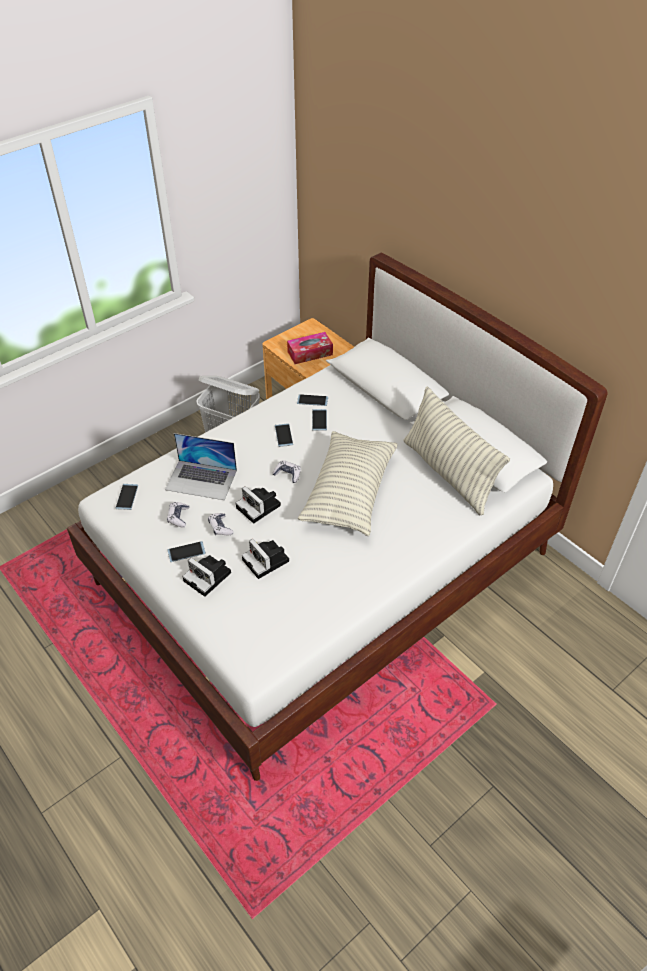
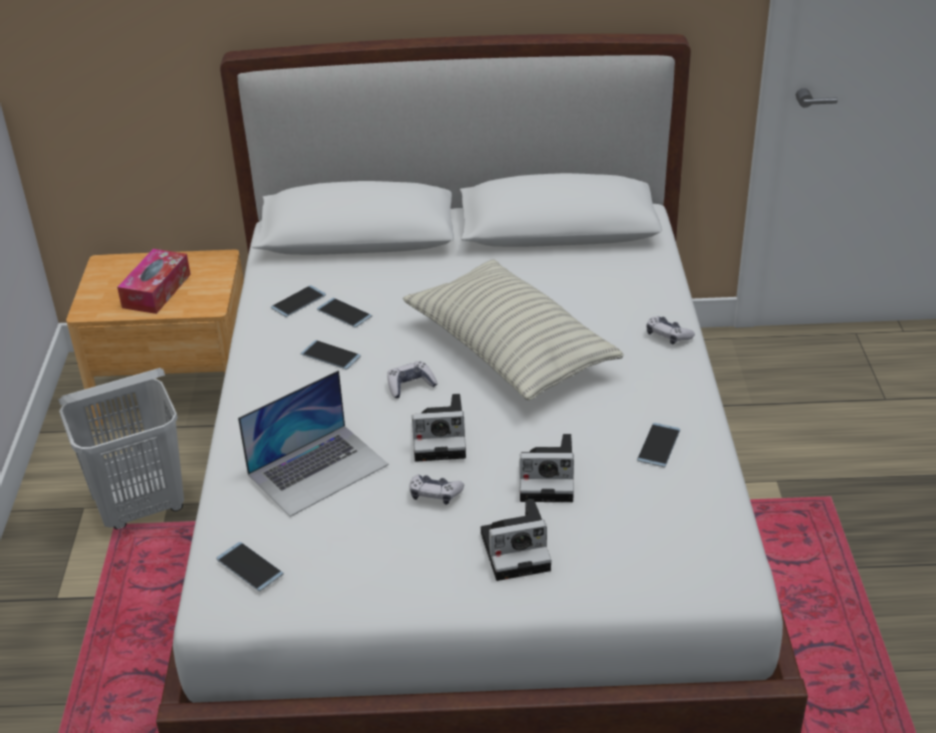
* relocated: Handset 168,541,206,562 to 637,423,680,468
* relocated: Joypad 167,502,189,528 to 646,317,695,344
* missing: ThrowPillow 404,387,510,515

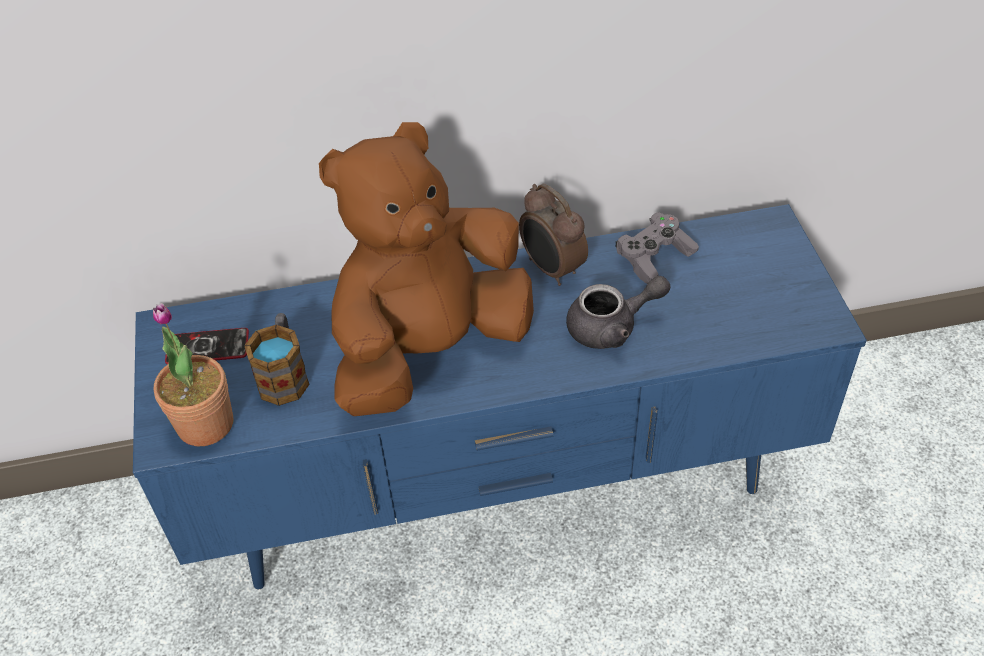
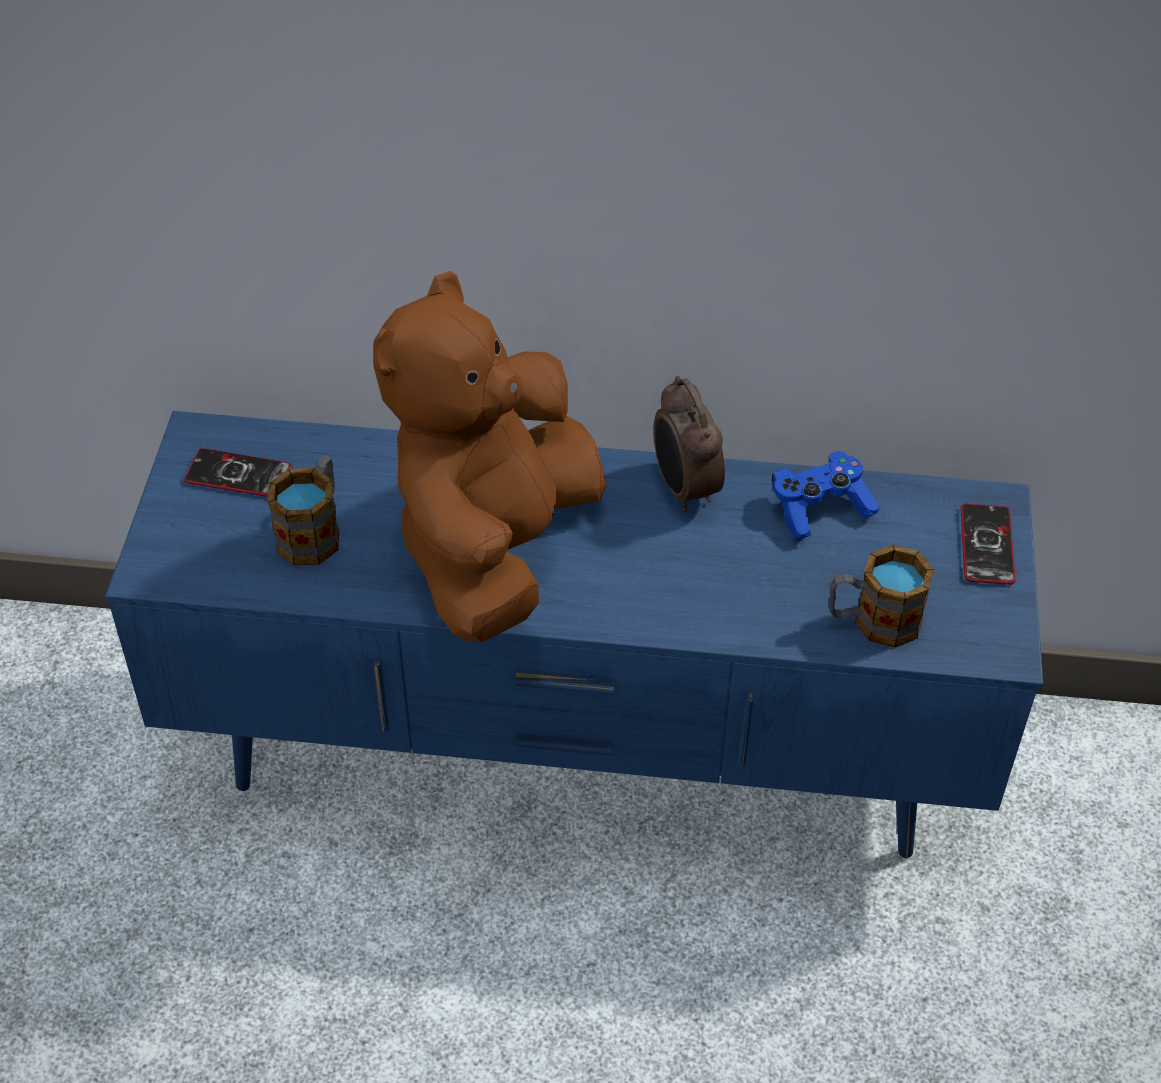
* spun: BrownSoftToy 319,122,534,416 = 373,271,607,642 45 degrees counterclockwise
* colour: GreyJoypad 616,212,699,284 to BlueColouredJoypad 772,451,879,541
* appeared: Mug 829,545,934,648
* appeared: Handset 961,504,1015,585
* missing: Houseplant 153,303,234,446
* missing: GreyPotForTea 566,276,670,349

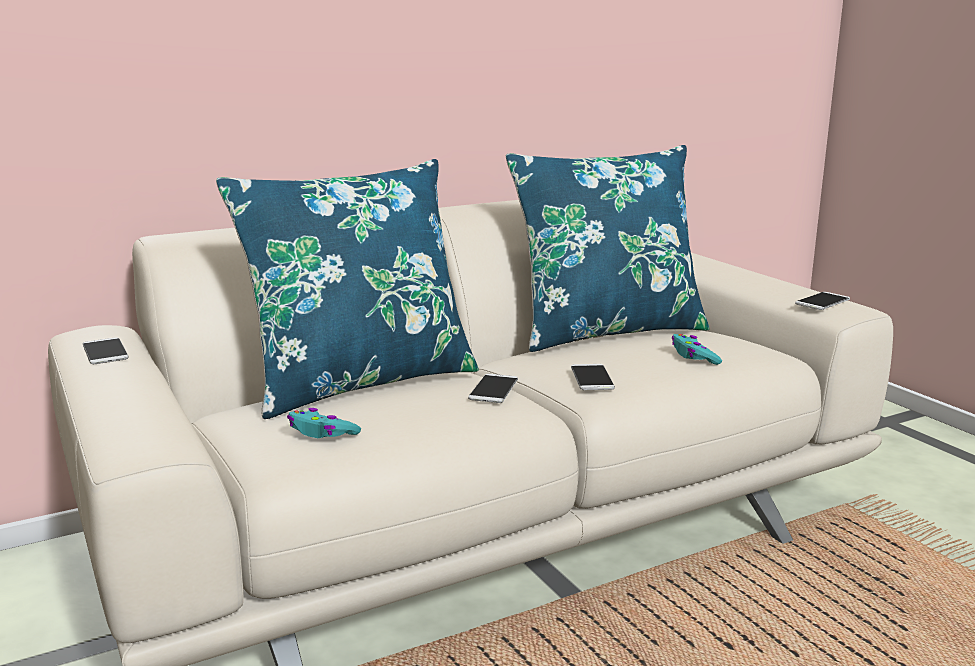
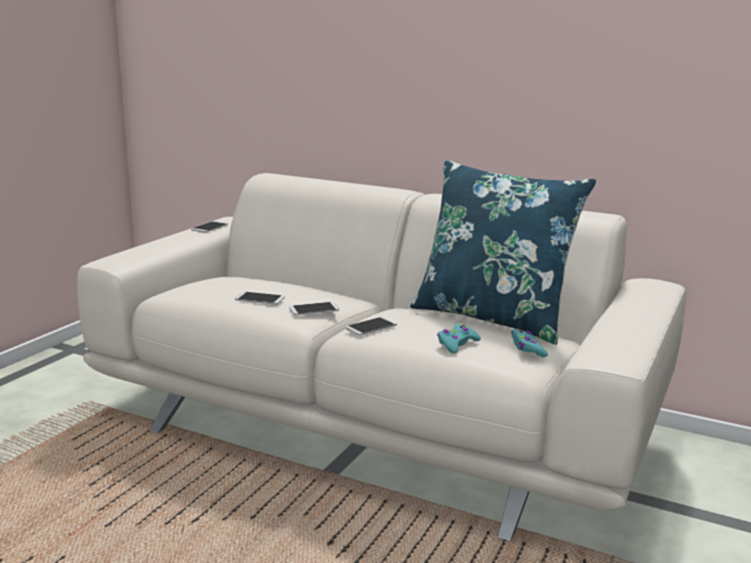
* relocated: Handset 795,292,850,310 to 235,292,285,305
* relocated: TurquoiseJoypad 287,408,361,438 to 511,328,548,357
* missing: BlueColouredThrowPillow 216,159,479,419

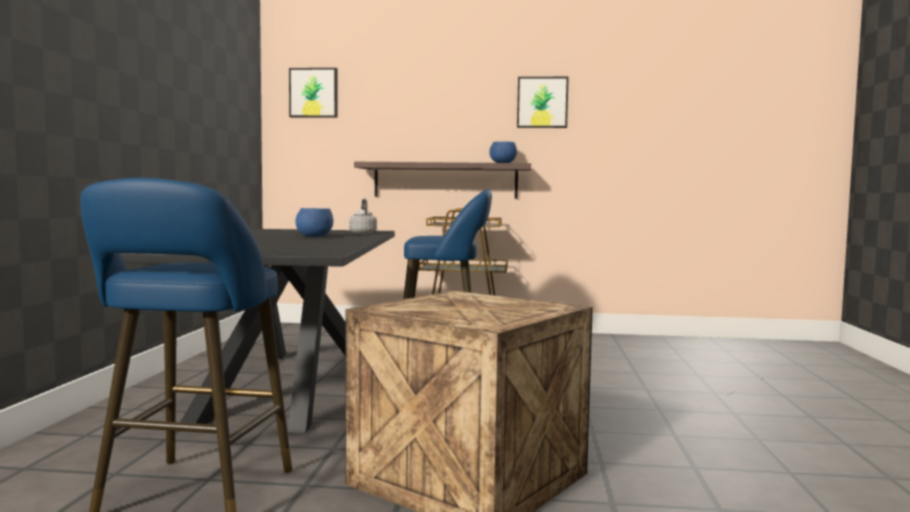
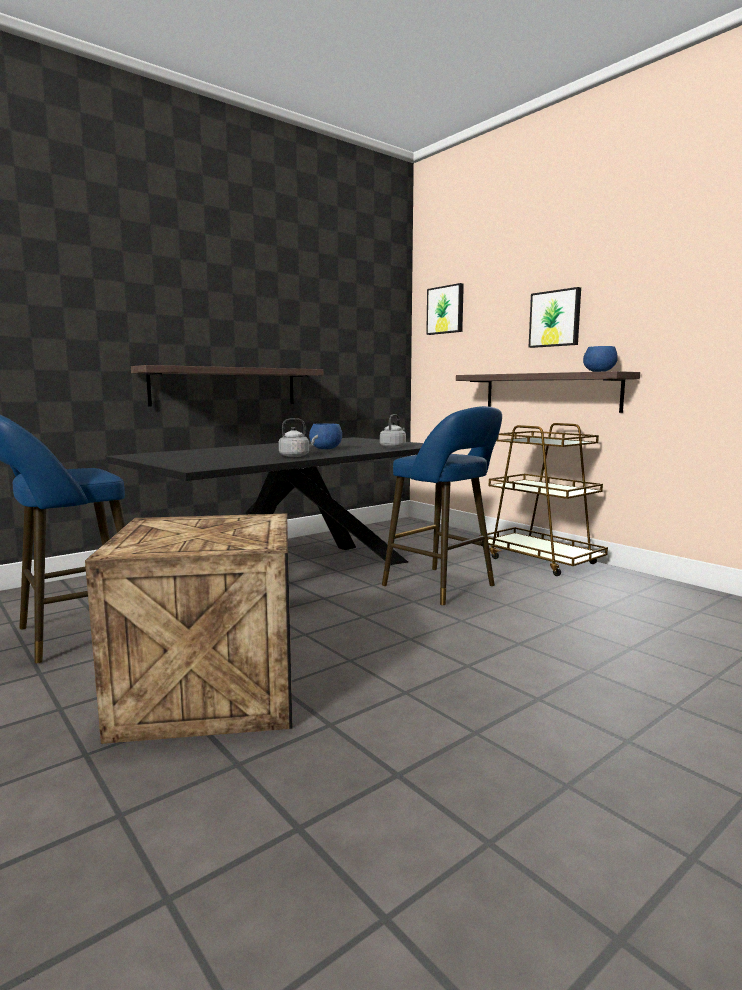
* appeared: WallShelf 131,365,323,406
* appeared: GreyKettle 279,418,318,457
* relocated: WallArt 517,77,569,128 to 529,287,581,348

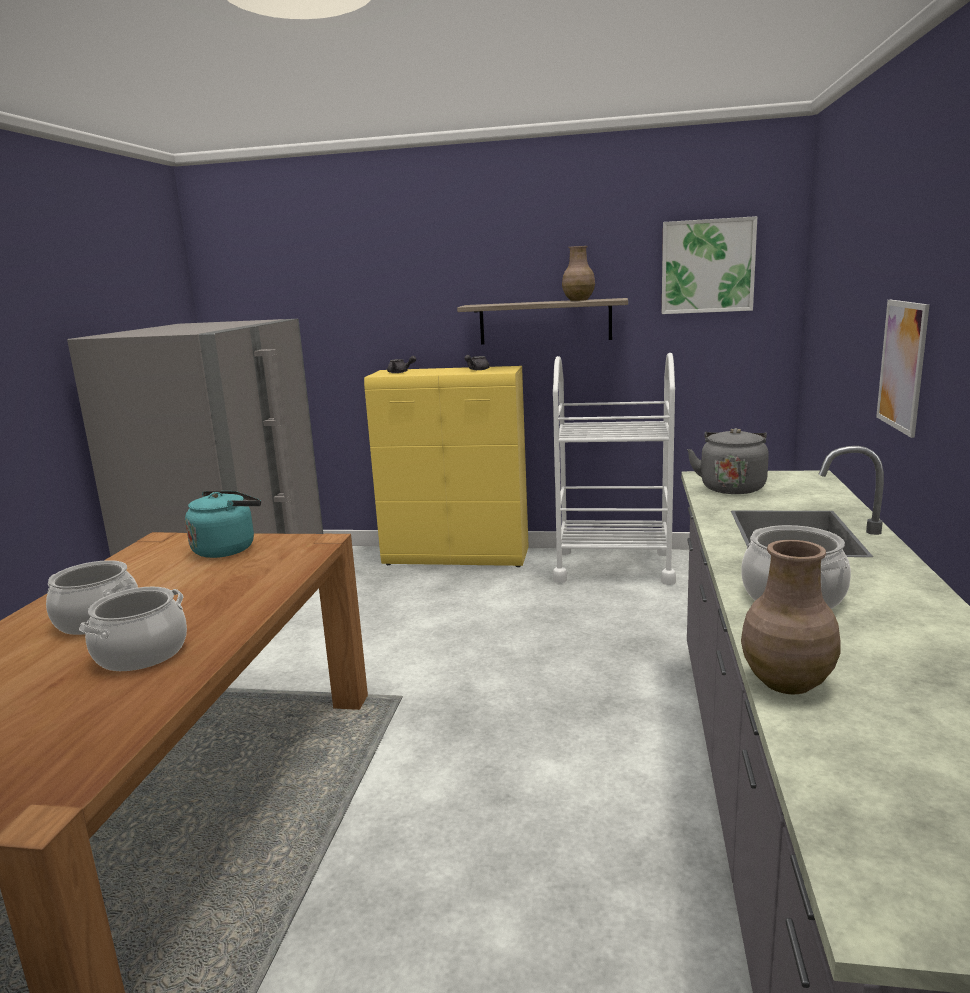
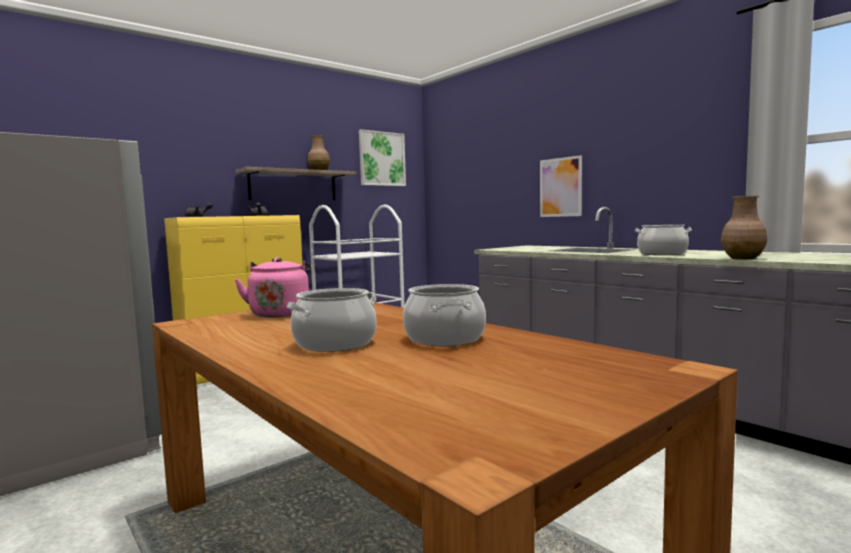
* colour: TurquoiseKettle 185,491,261,558 to PinkishKettle 235,257,311,317
* missing: GreyKettle 687,428,769,494

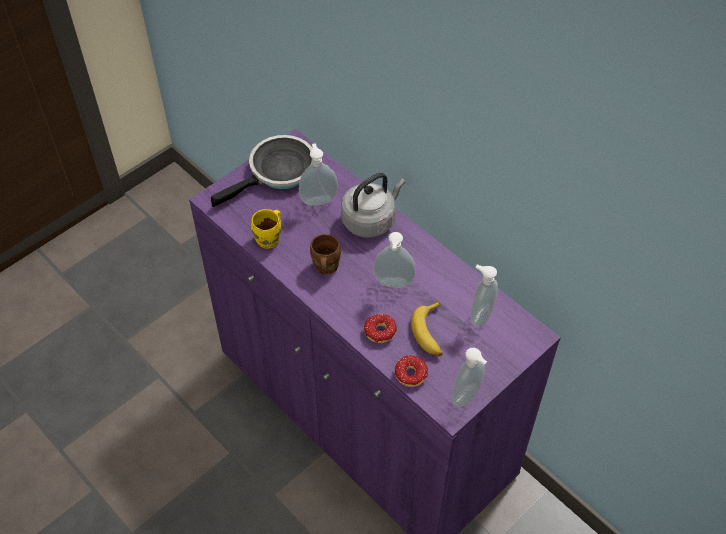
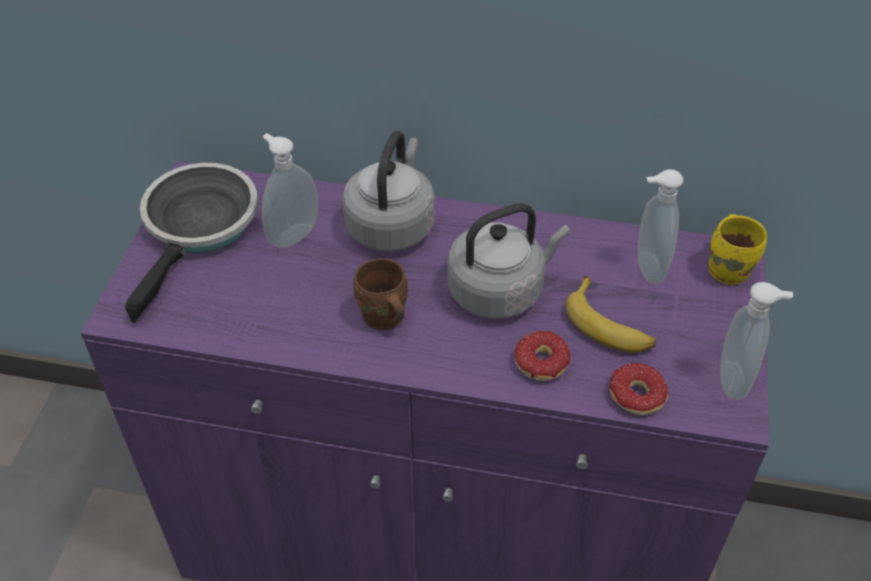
* exchanged: SoapDispenser 373,232,416,288 to GreyKettle 447,203,570,319
* relocated: YellowColouredMug 251,209,281,249 to 708,214,767,285

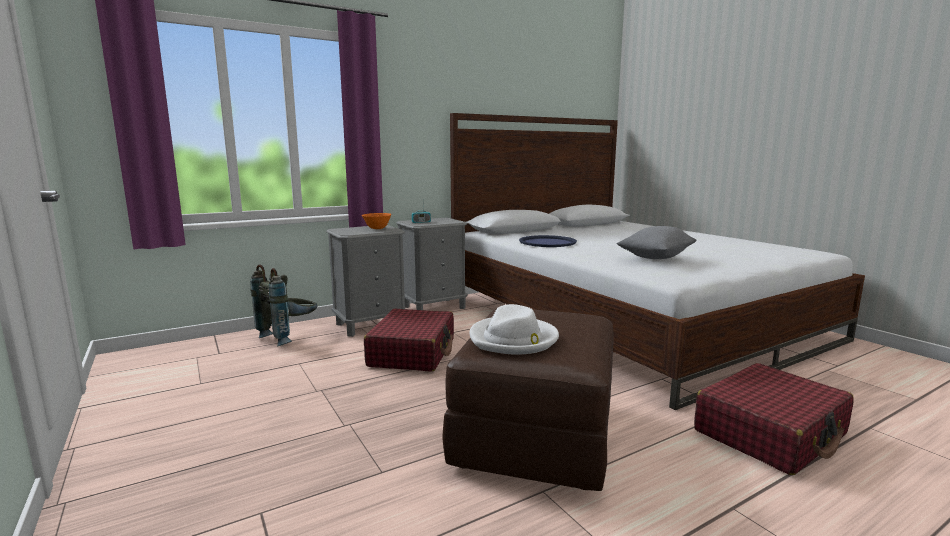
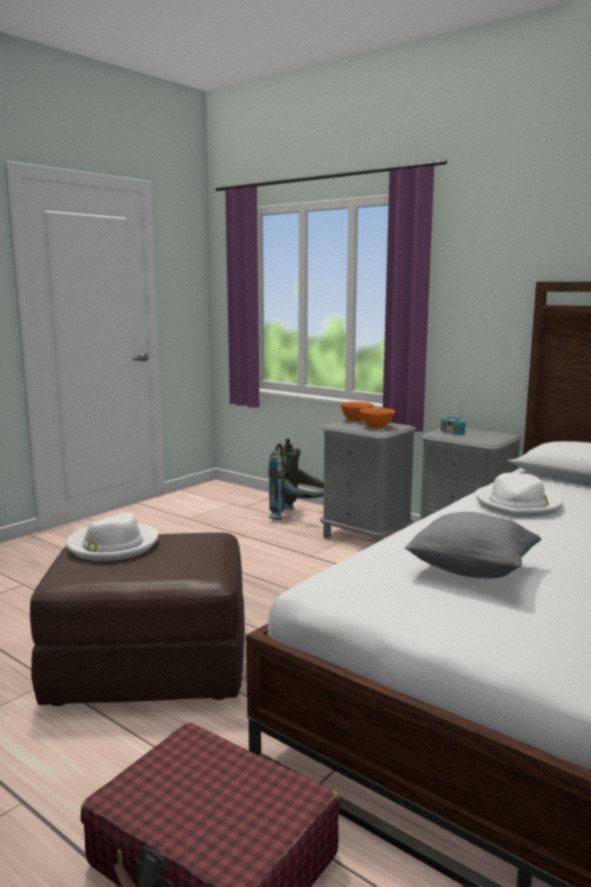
* appeared: OrangeyBowl 340,402,373,421
* exchanged: BlueColouredServingTray 519,235,577,247 to WhitishClothingHat 476,473,563,517
* missing: ReddishTravelCase 364,309,454,372

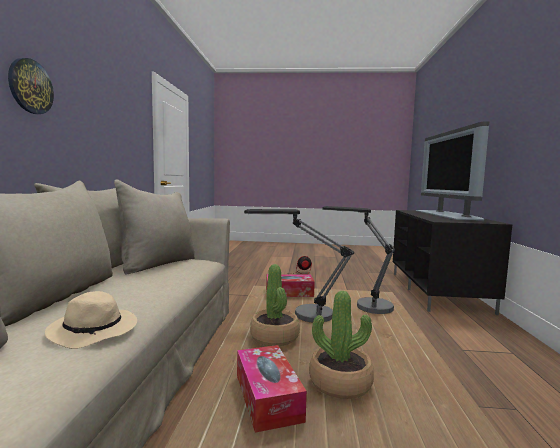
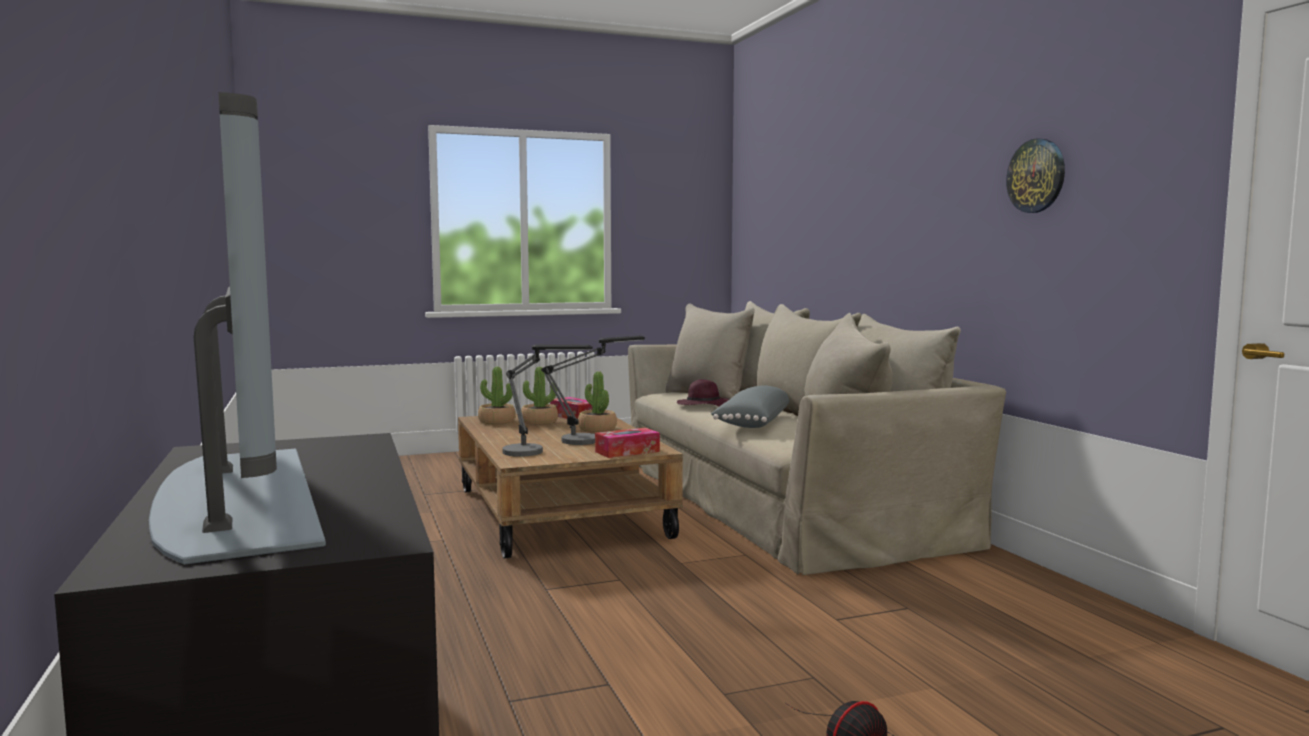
* appeared: Houseplant 478,366,516,424
* colour: SandColouredClothingHat 45,291,137,349 to PurpleColouredClothingHat 677,379,730,407
* appeared: GreyThrowPillow 711,385,789,428
* relocated: ClockOnTheWall 8,58,54,114 to 1006,138,1065,213

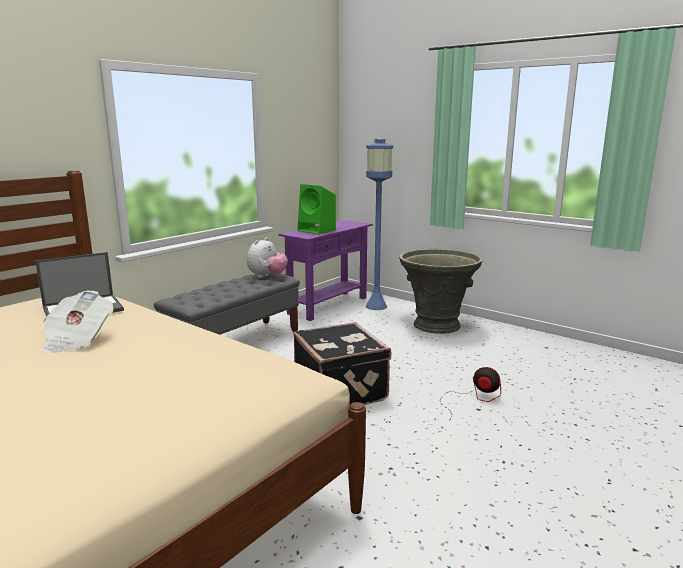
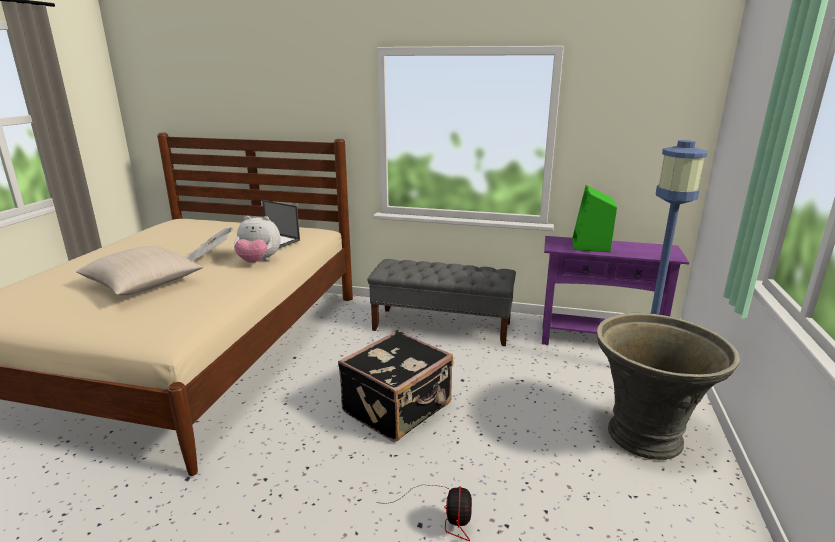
* appeared: SandColouredThrowPillow 76,246,203,295
* relocated: SoftToy 247,238,288,278 to 234,216,281,263

